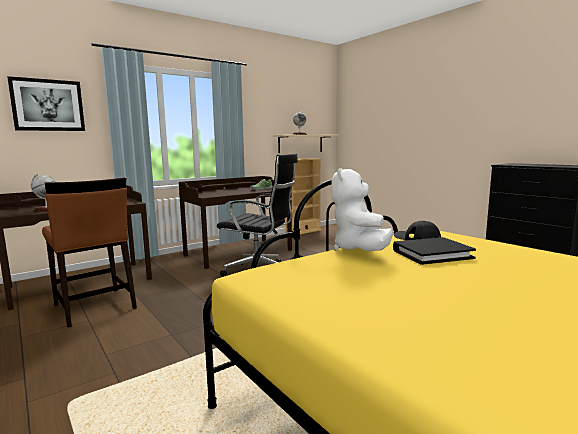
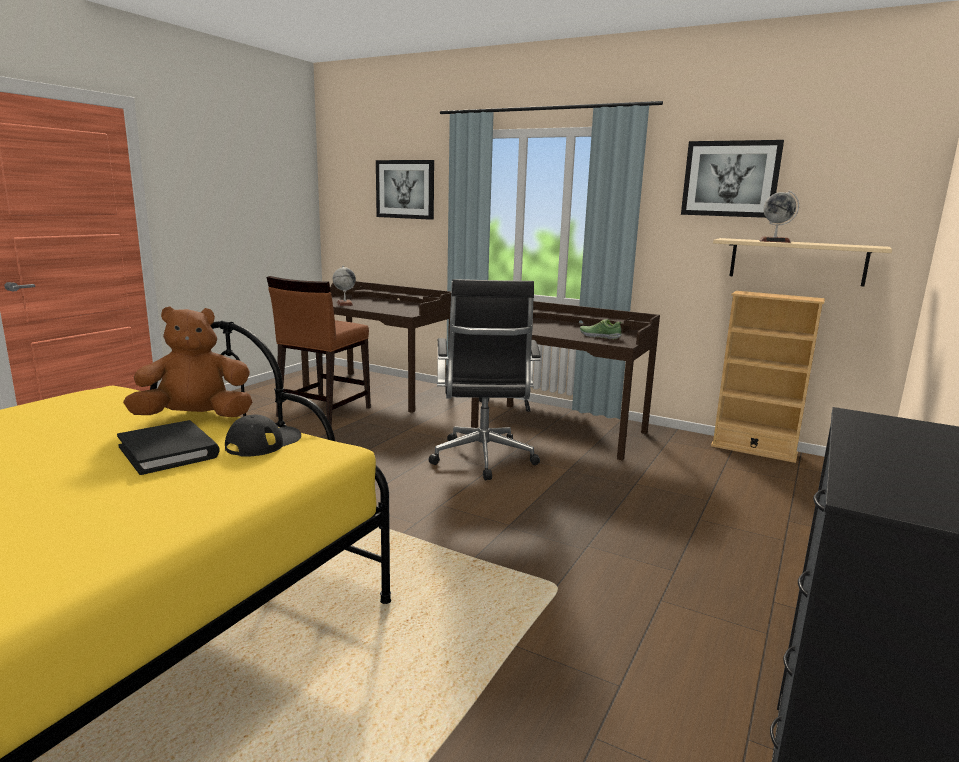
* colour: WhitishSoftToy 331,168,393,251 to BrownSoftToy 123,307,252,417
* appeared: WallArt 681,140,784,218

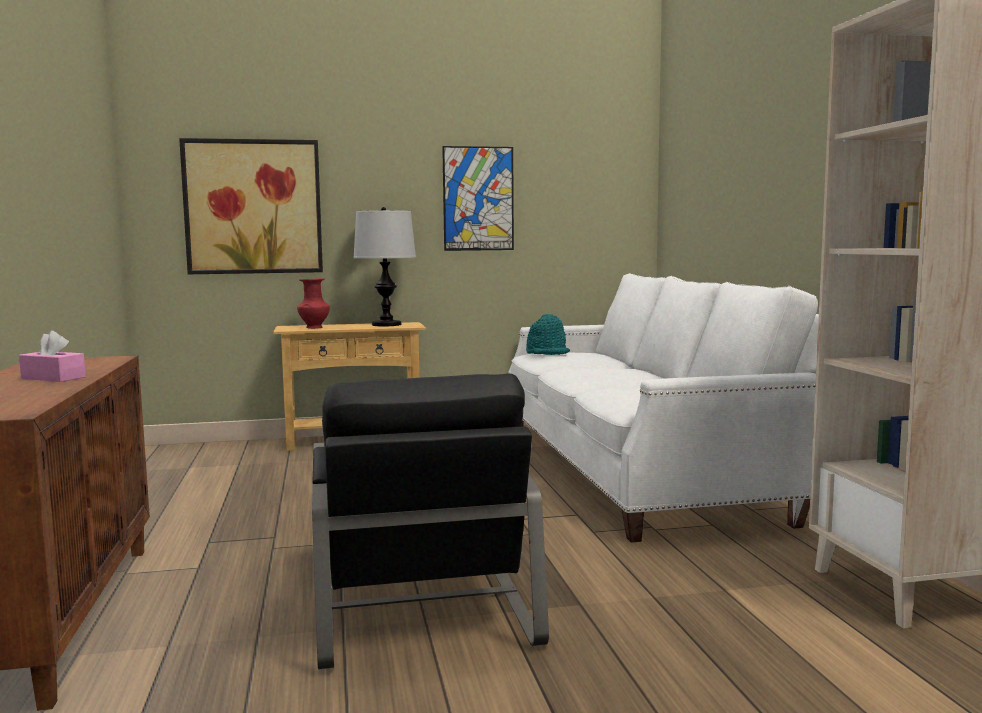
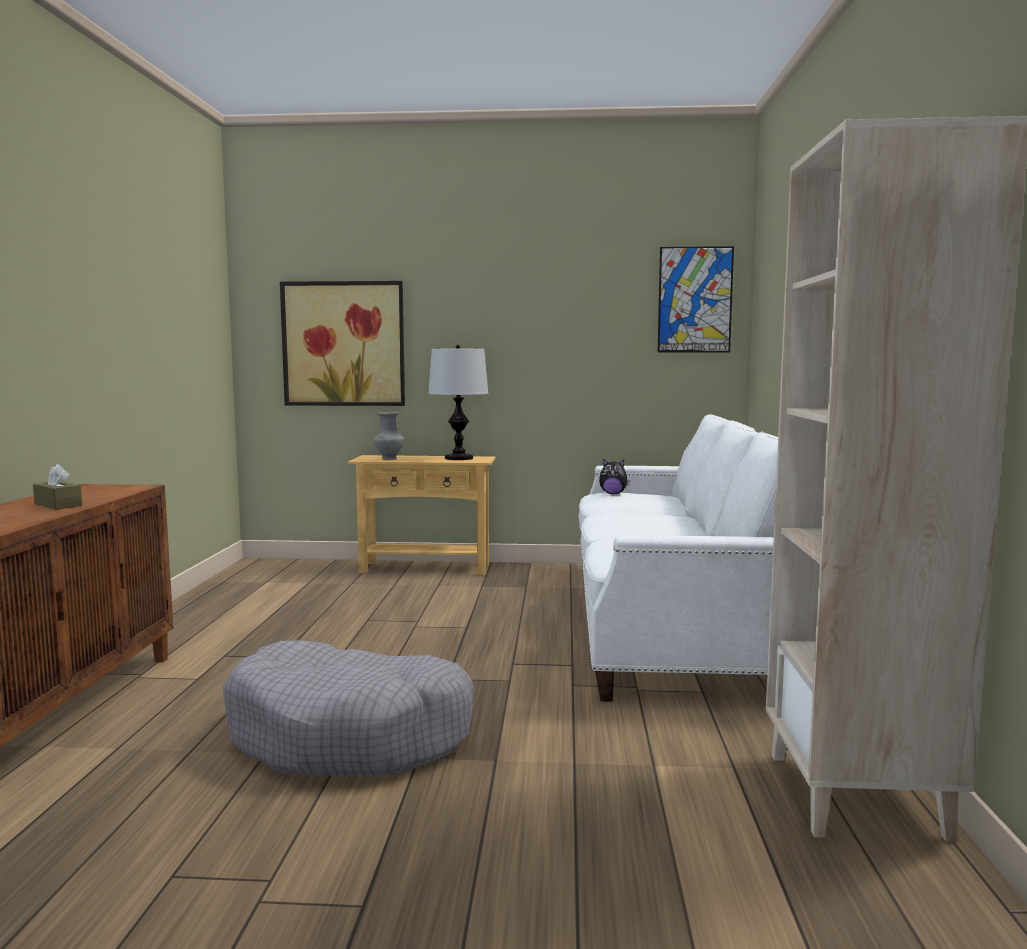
* colour: PinkishTissueHolder 19,330,86,382 to BrownTissueHolder 33,464,82,509
* exchanged: BlackColouredLoungeChair 312,374,549,669 to GreyDogCushion 223,640,475,776
* colour: ReddishFlowerVase 297,278,330,329 to GreyFlowerVase 373,412,404,460
* exchanged: TurquoiseClothingHat 526,314,570,355 to SoftToy 599,459,630,494
* relocated: WallArt 442,146,514,251 to 658,246,734,352

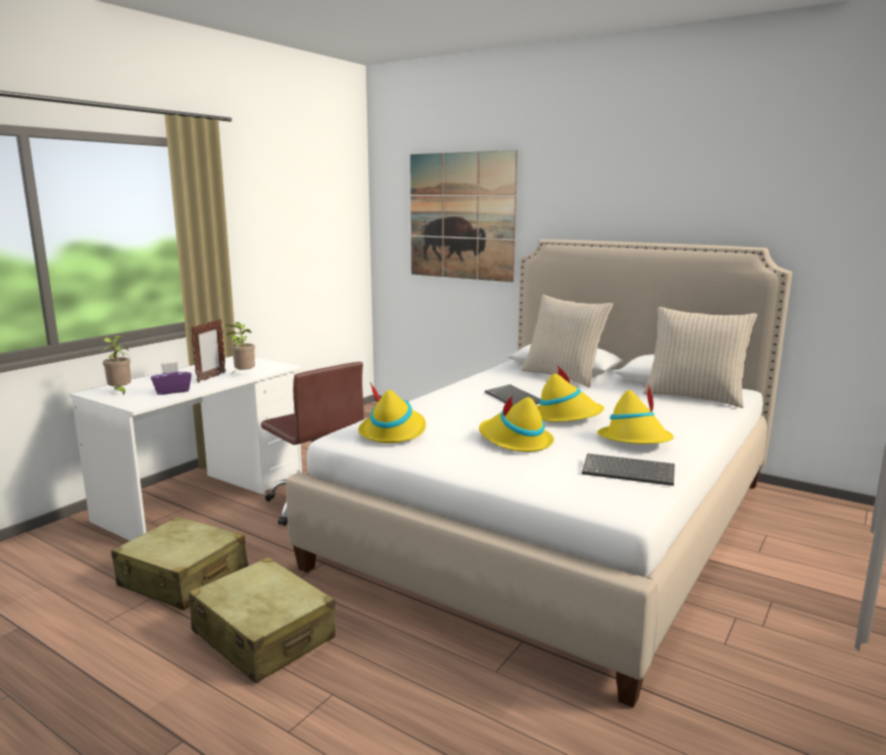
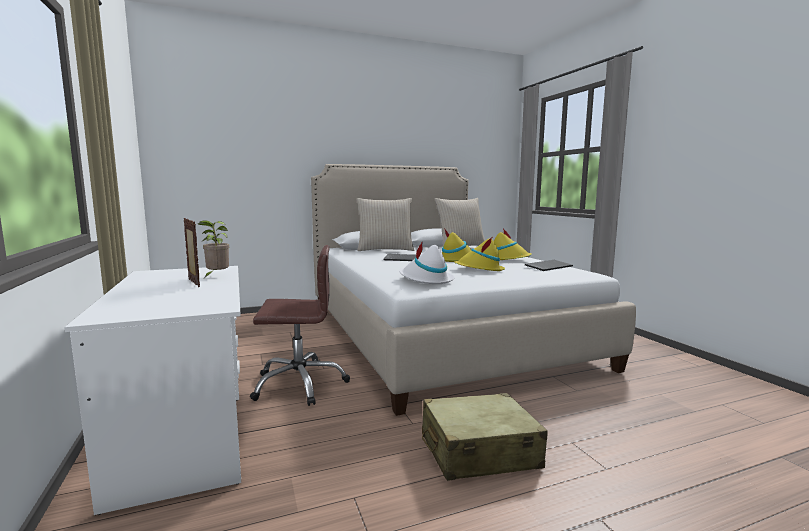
* colour: YellowColouredClothingHat 358,382,426,443 to WhitishClothingHat 399,241,455,284
* missing: Houseplant 101,335,131,396
* missing: SandColouredTravelCase 111,517,248,610
* missing: PurpleColouredTissueHolder 151,362,191,395
* missing: WallArt 410,150,517,282

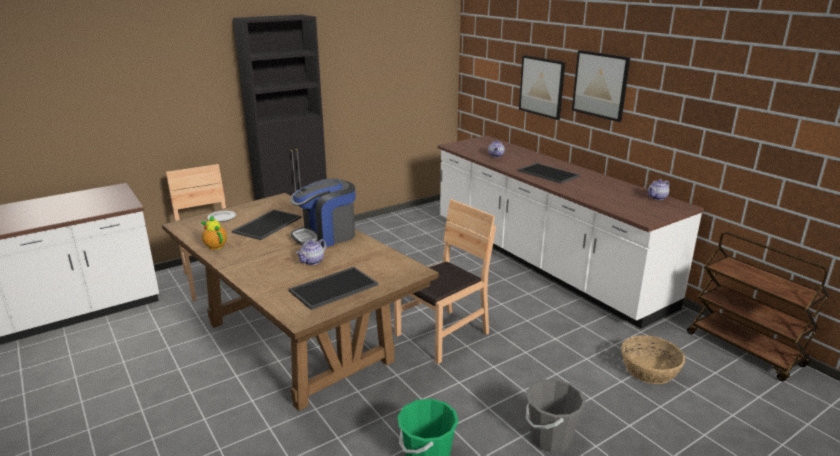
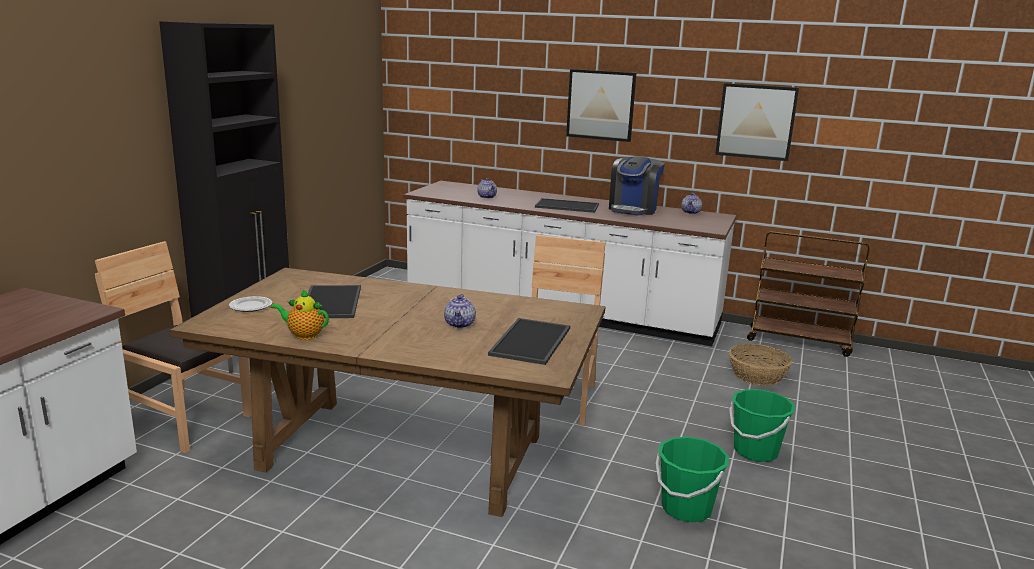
* relocated: CoffeeMaker 290,179,356,248 to 609,156,665,215
* relocated: WallArt 519,55,565,120 to 715,83,799,161
* colour: GreyBucket 526,379,586,452 to GreenBucket 730,389,795,462

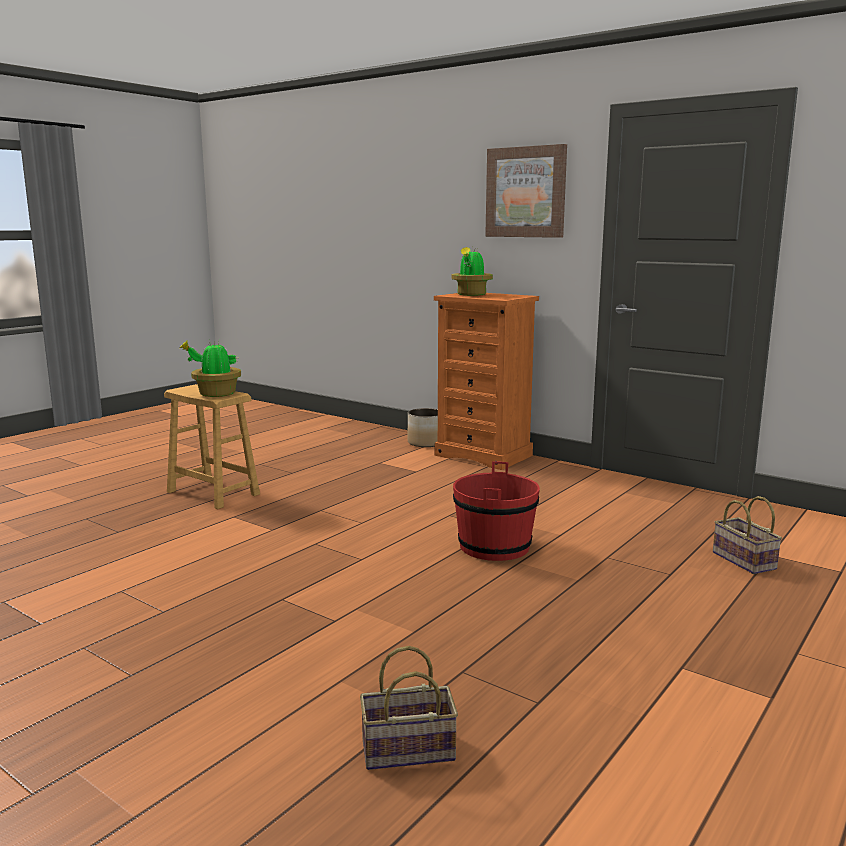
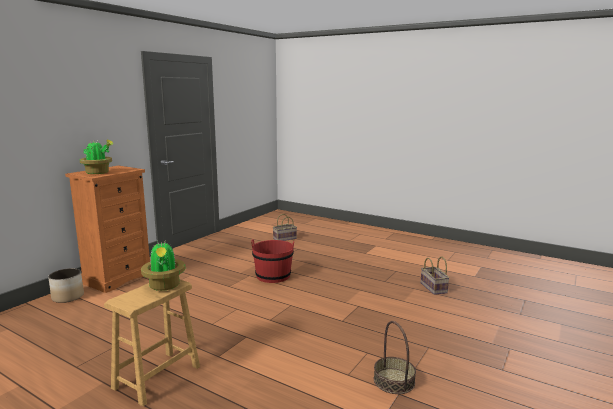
* appeared: Basket 374,321,416,394
* missing: WallArt 485,144,567,238

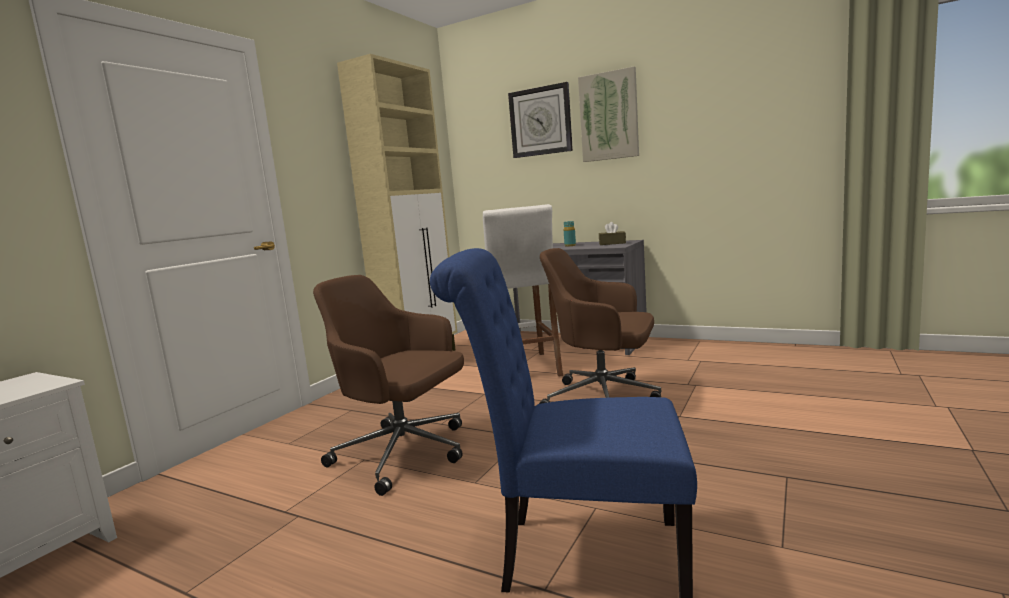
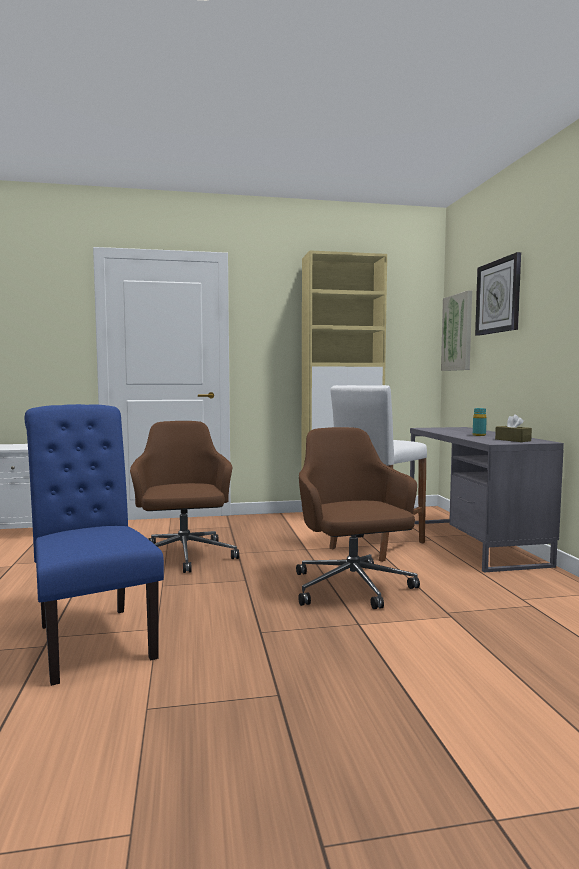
* relocated: WallArt 578,66,639,162 to 441,290,472,371

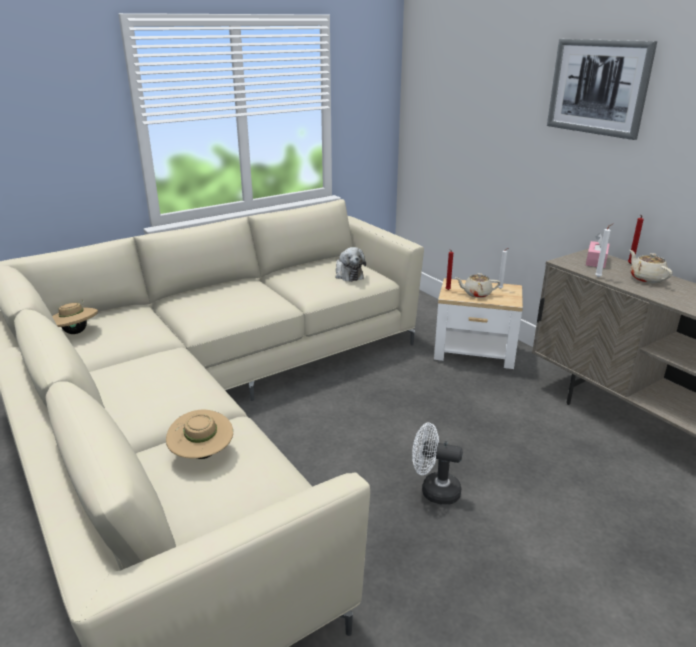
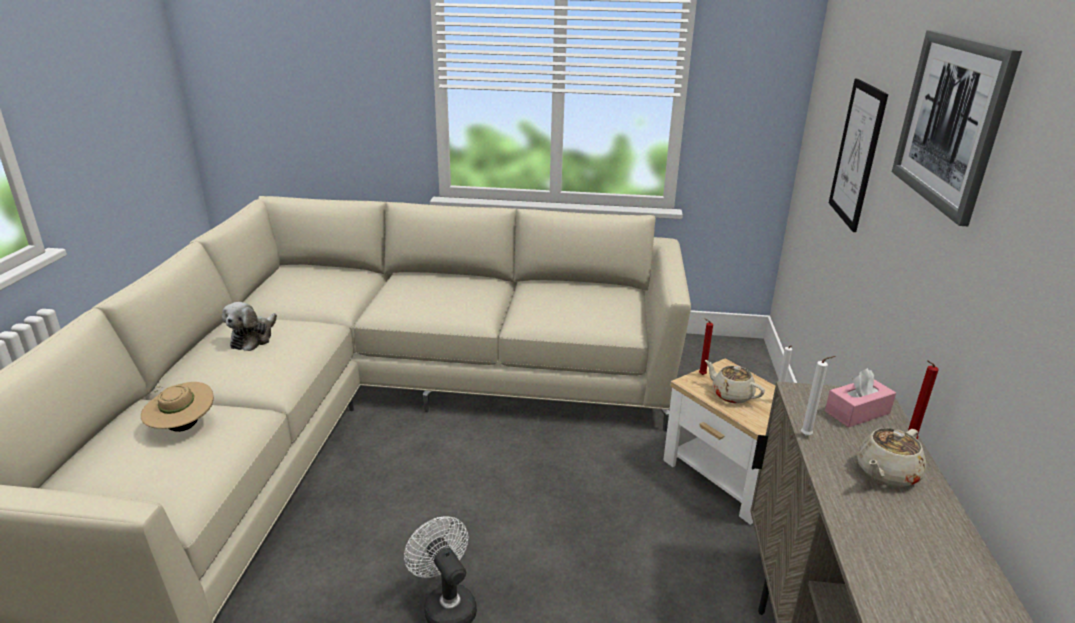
* relocated: SoftToy 336,247,366,282 to 222,302,277,351
* appeared: WallArt 829,79,888,232
* spun: SandColouredPotForTea 629,250,673,284 = 857,428,926,487 150 degrees counterclockwise
* missing: SandColouredClothingHat 52,299,98,334

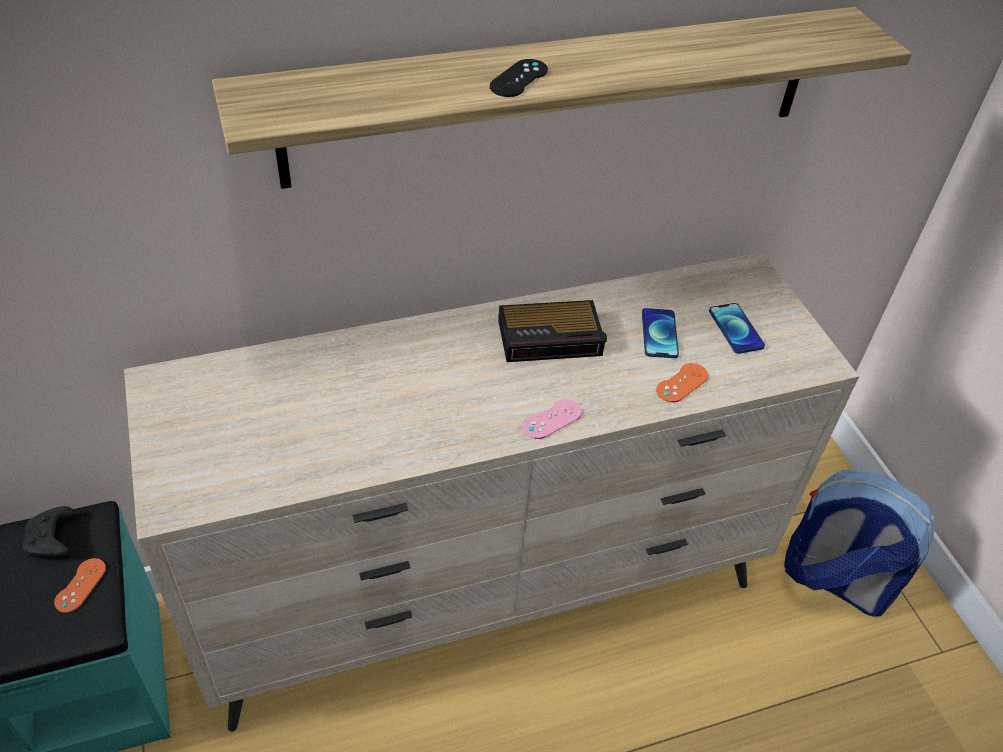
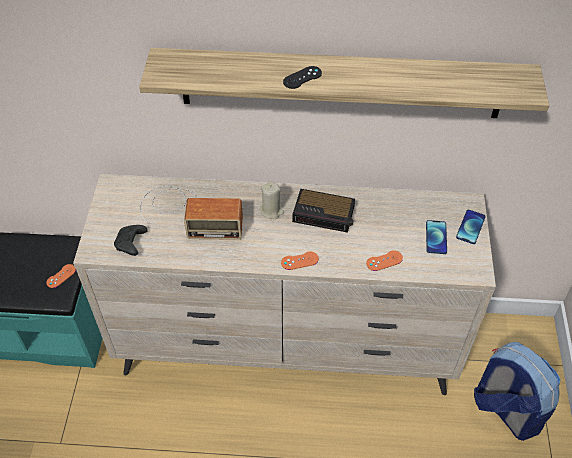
* relocated: BlackColouredJoypad 22,506,74,557 to 114,225,148,256
* appeared: RadioSet 140,186,243,240
* appeared: SandColouredCandle 260,181,284,219
* colour: PinkishJoypad 522,399,582,439 to OrangeyJoypad 281,251,319,270
* relocated: Handset 642,308,679,358 to 456,210,486,244

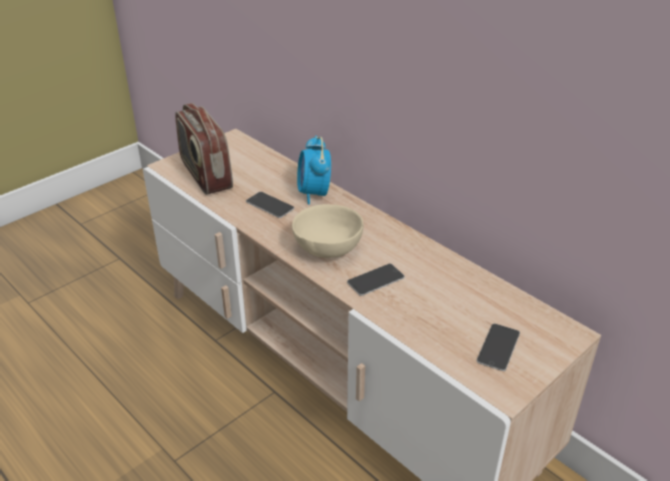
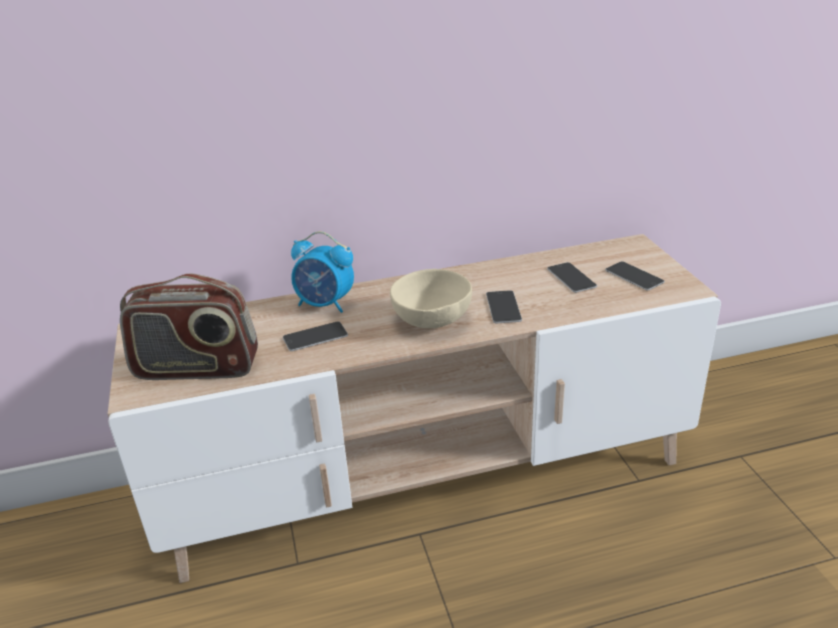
* appeared: Handset 547,262,597,293

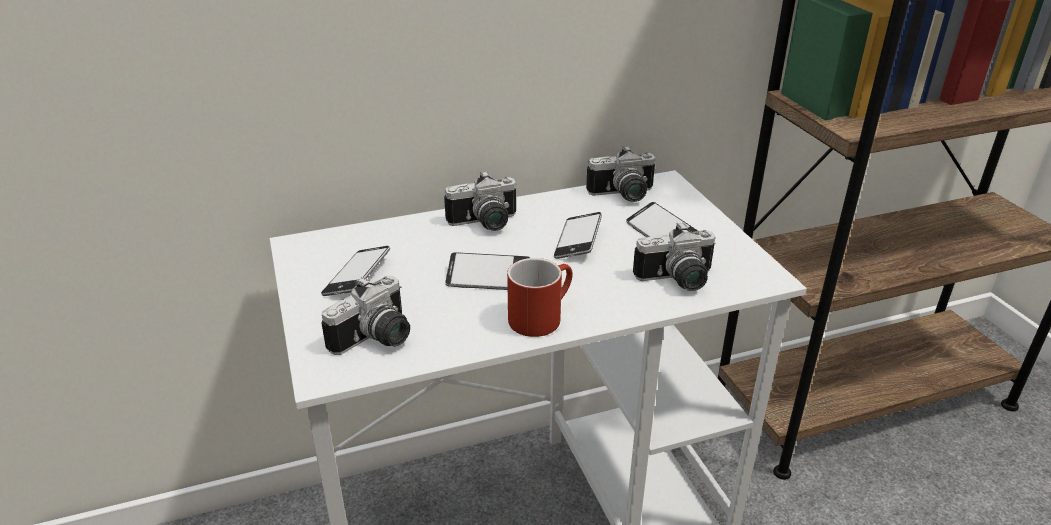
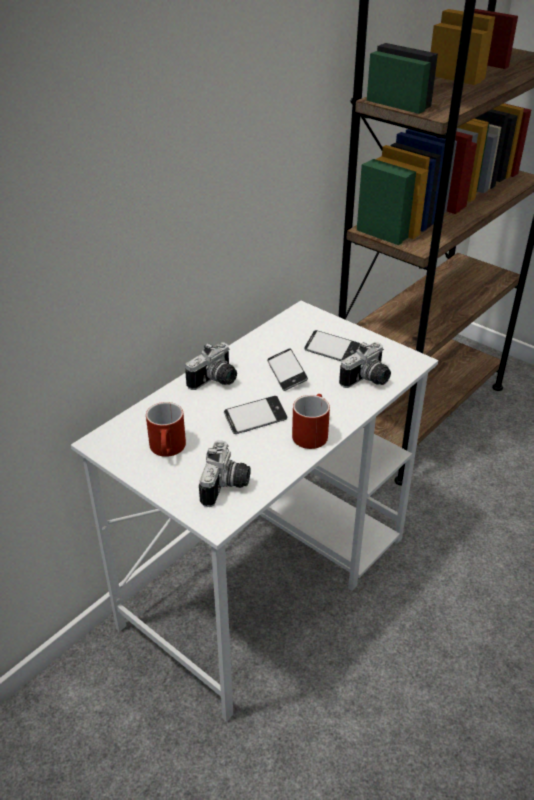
* exchanged: Handset 321,246,390,296 to ReddishMug 146,402,186,457
* missing: StillCamera 586,145,656,202

